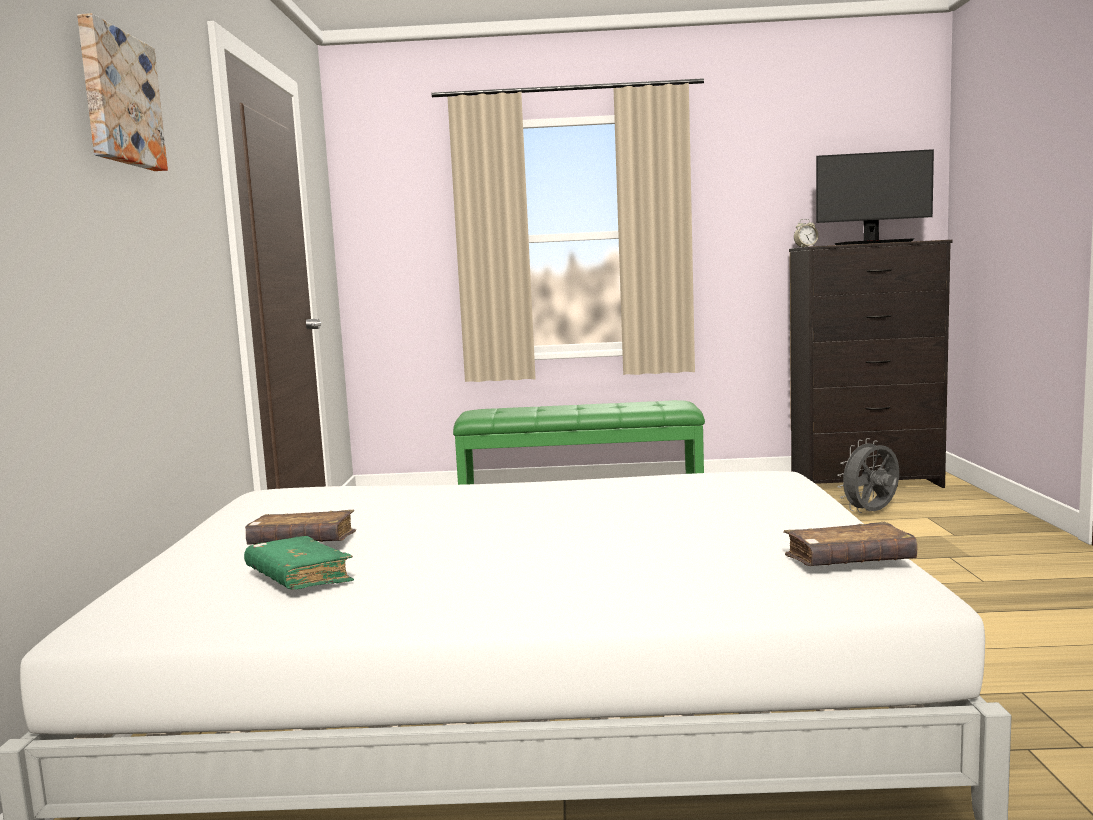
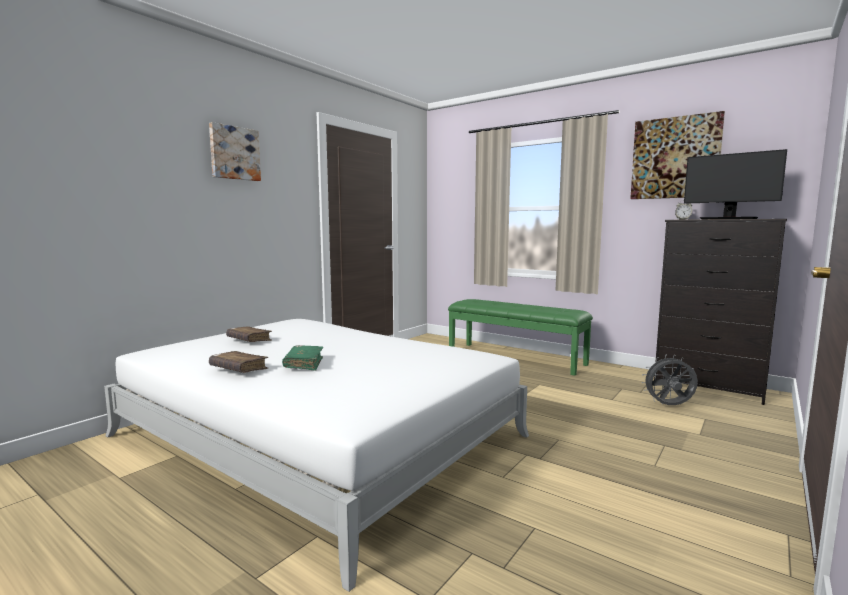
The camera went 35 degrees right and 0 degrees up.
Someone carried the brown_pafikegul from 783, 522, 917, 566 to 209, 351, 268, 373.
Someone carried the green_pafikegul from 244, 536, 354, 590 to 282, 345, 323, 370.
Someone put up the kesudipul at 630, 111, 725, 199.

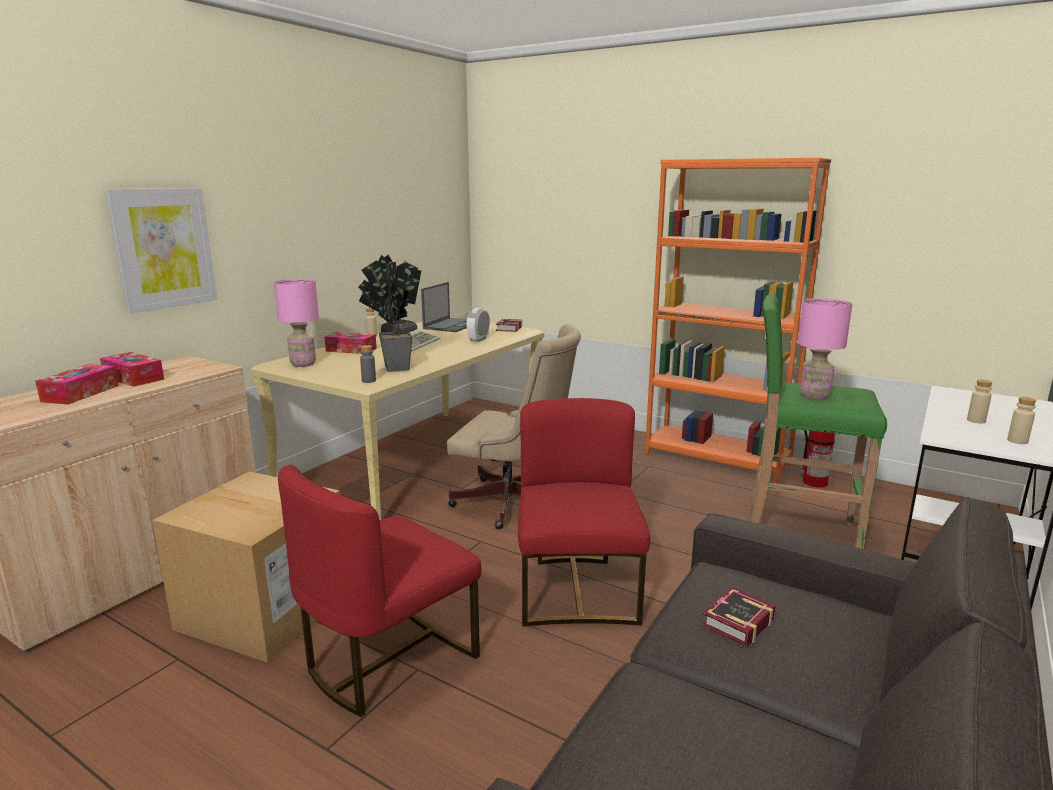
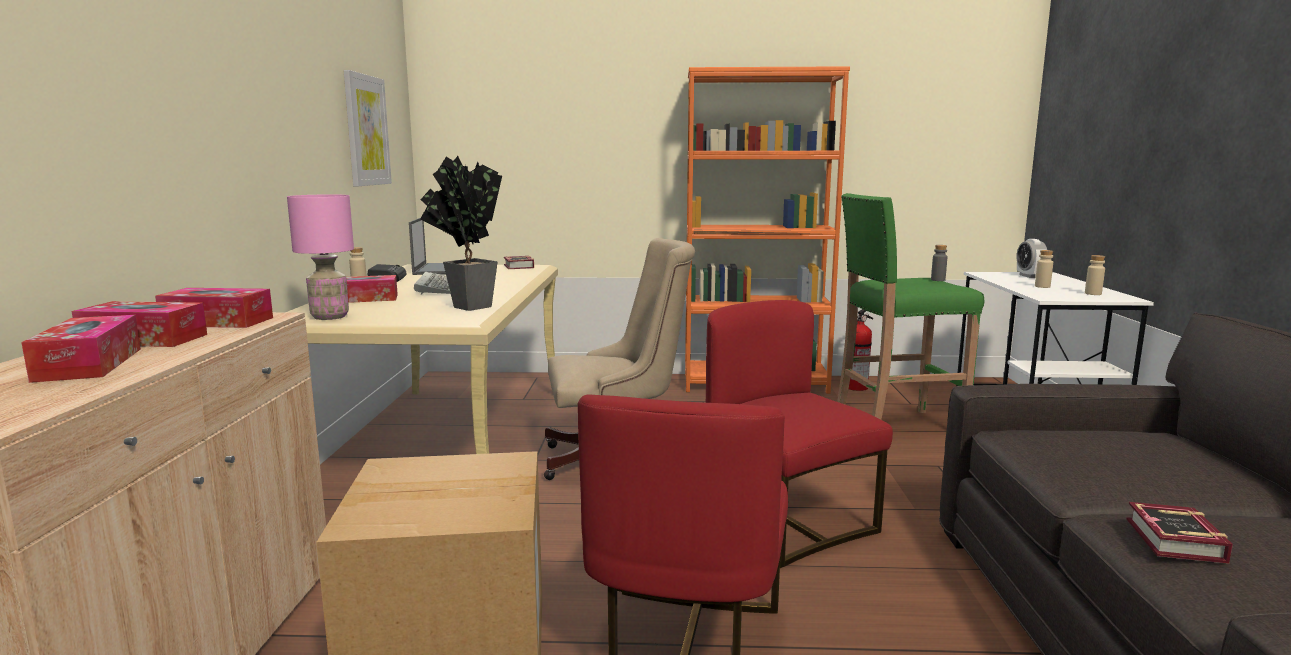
The camera went 30 degrees left and 5 degrees down.
Someone put down the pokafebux at 155, 288, 273, 328.
Someone carried the kesudipul from 105, 188, 217, 314 to 344, 70, 392, 186.
Someone carried the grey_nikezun from 360, 345, 376, 383 to 931, 245, 947, 281.
Someone carried the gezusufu from 466, 308, 490, 342 to 1016, 239, 1047, 278.
Someone carried the pafikegul from 701, 587, 776, 647 to 1127, 502, 1233, 564.
Someone took away the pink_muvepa at 798, 298, 852, 400.

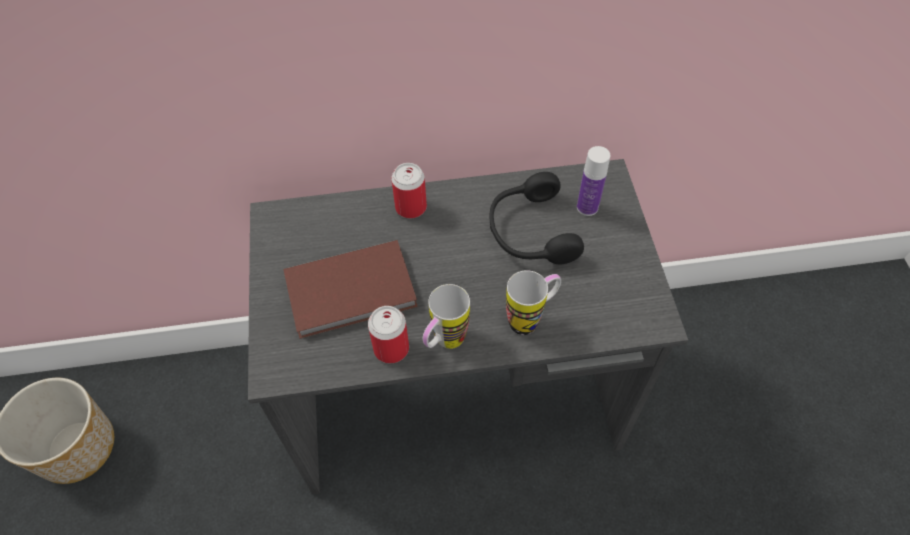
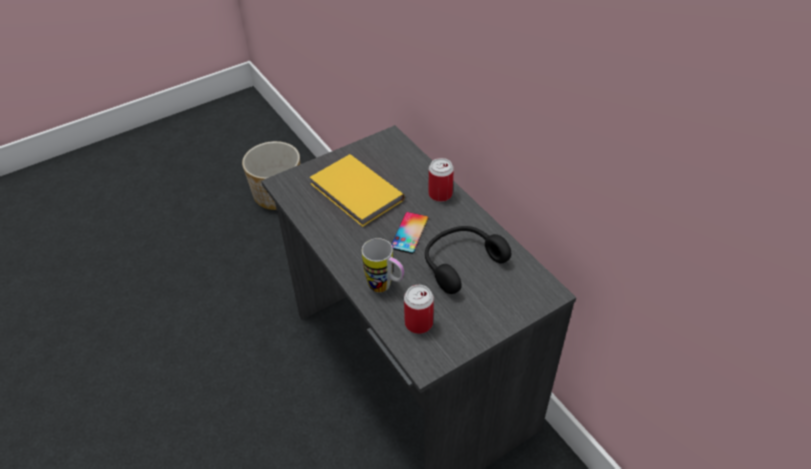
The camera went 65 degrees right and 10 degrees down.
Someone repainted the brown_pafikegul at 283, 240, 418, 339, which became the yellow_pafikegul at 310, 154, 405, 227.
Someone put down the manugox at 391, 212, 429, 254.
Someone carried the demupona from 368, 306, 409, 363 to 404, 285, 434, 334.
Someone took away the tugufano at 423, 284, 470, 349.
Someone took away the nikezun at 577, 146, 610, 216.

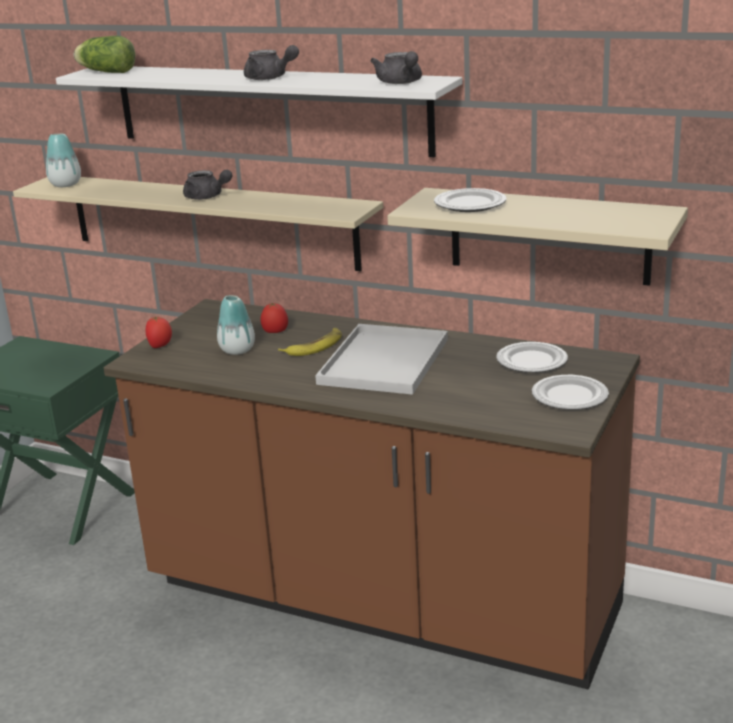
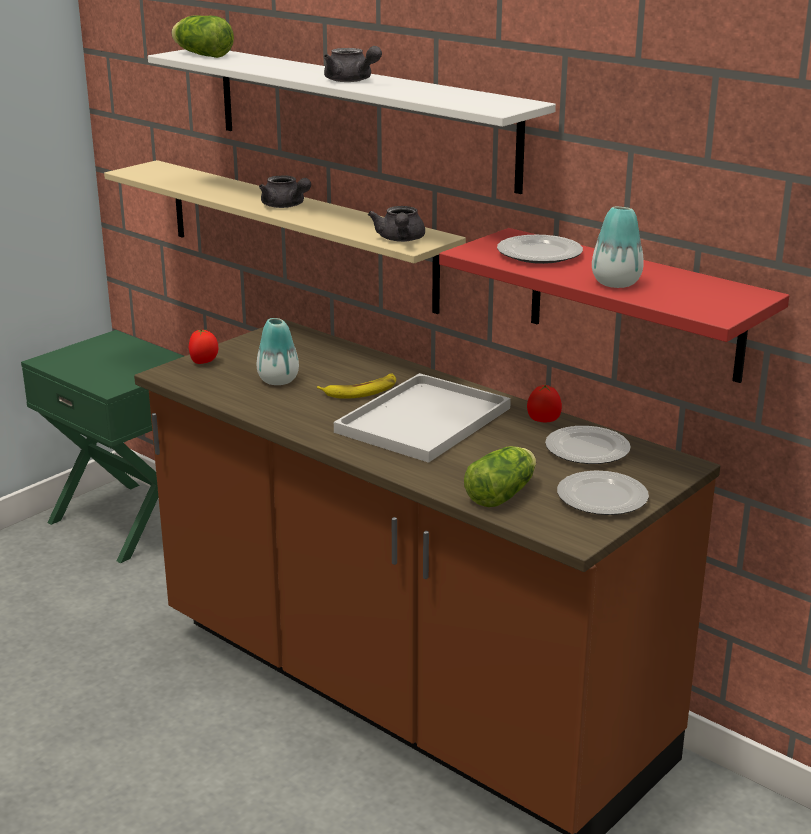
The camera went 15 degrees right and 0 degrees up.
Someone carried the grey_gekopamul from 370, 51, 422, 84 to 368, 206, 425, 242.
Someone repainted the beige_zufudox at 387, 188, 688, 286, which became the red_zufudox at 439, 228, 789, 383.
Someone put down the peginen at 464, 446, 536, 507.
Someone carried the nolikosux from 260, 303, 288, 333 to 527, 385, 562, 422.
Someone carried the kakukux from 46, 134, 81, 187 to 592, 207, 644, 288.

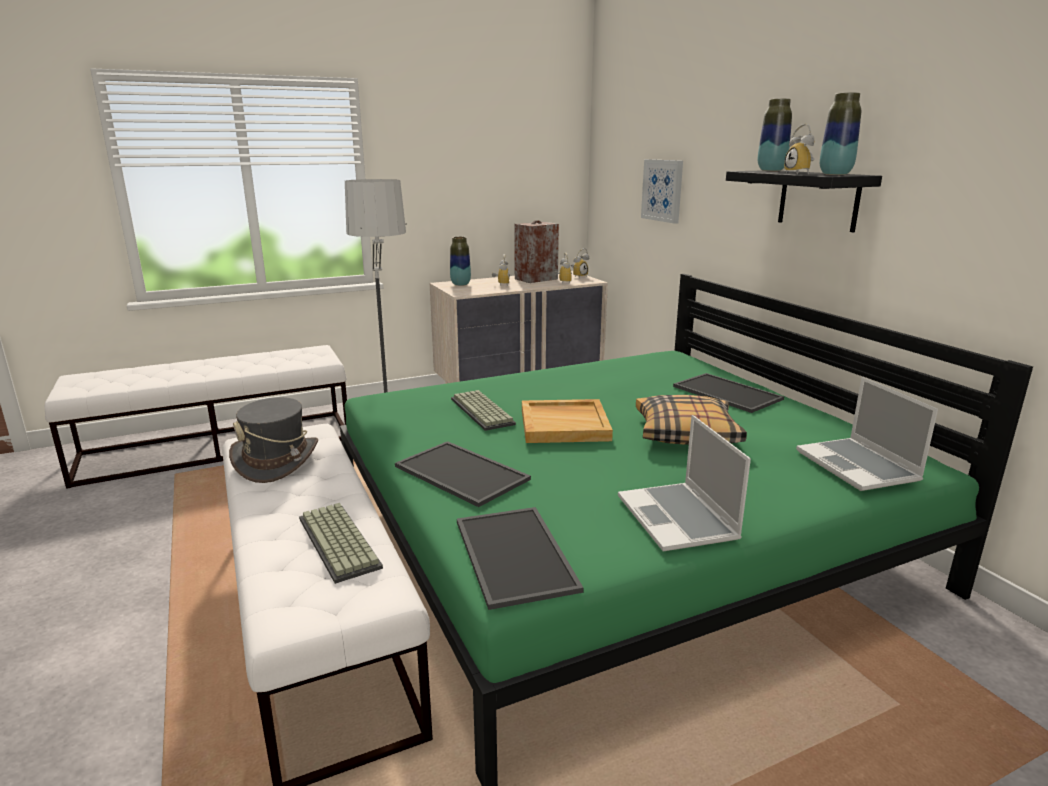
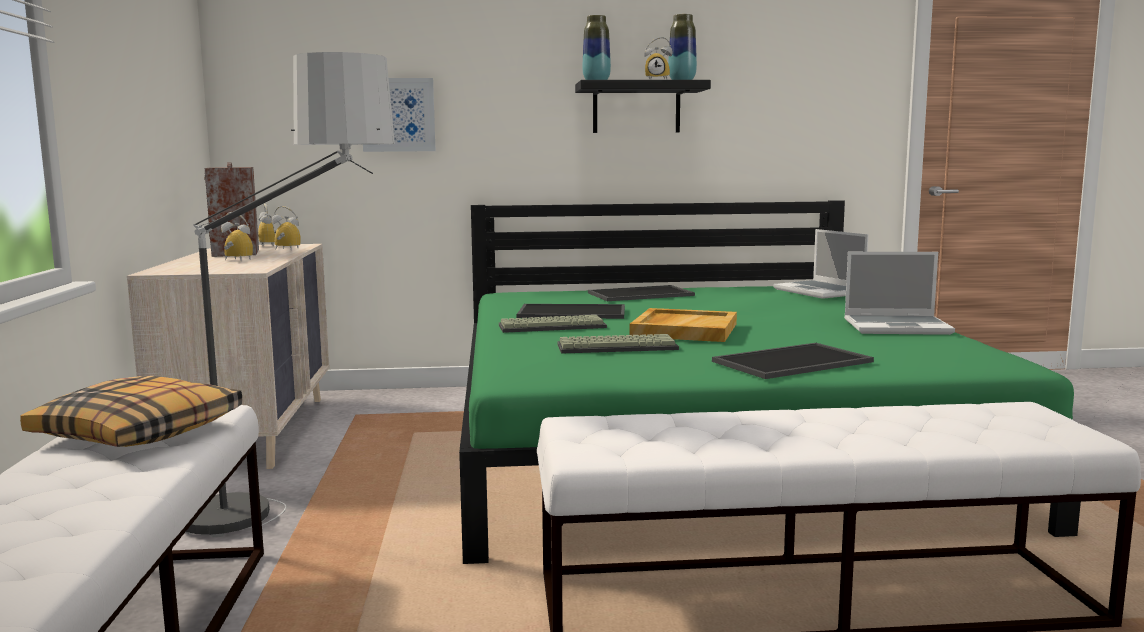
The camera went 70 degrees left and 10 degrees down.
Someone carried the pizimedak from 636, 395, 747, 445 to 20, 376, 242, 447.
Someone carried the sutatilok from 299, 503, 383, 584 to 499, 315, 607, 333.
Someone carried the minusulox from 457, 507, 584, 610 to 517, 304, 625, 319.
Someone rotated the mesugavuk at 796, 377, 938, 491 by 60 degrees clockwise.
Someone took away the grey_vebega at 229, 397, 318, 483.
Someone took away the kakukux at 450, 237, 471, 286.

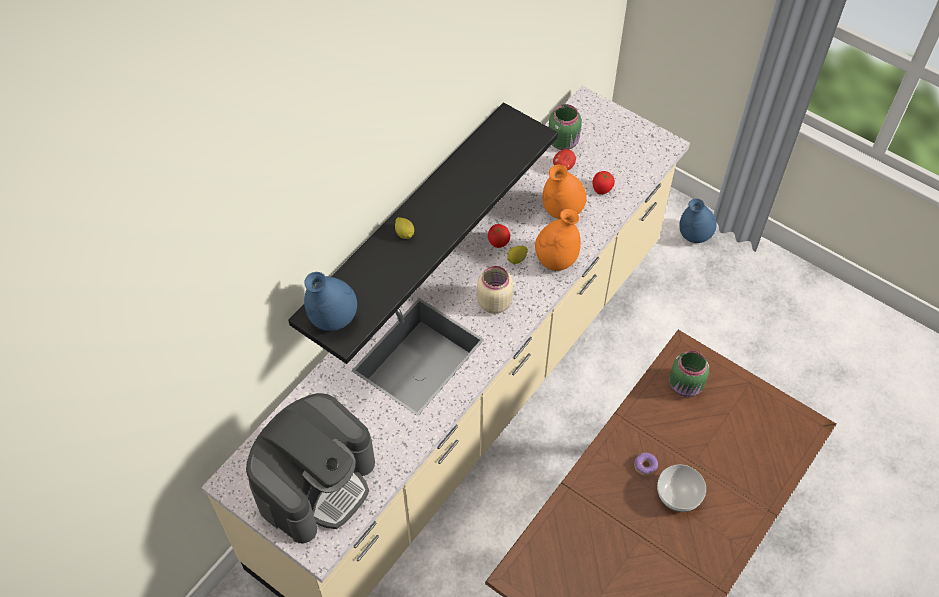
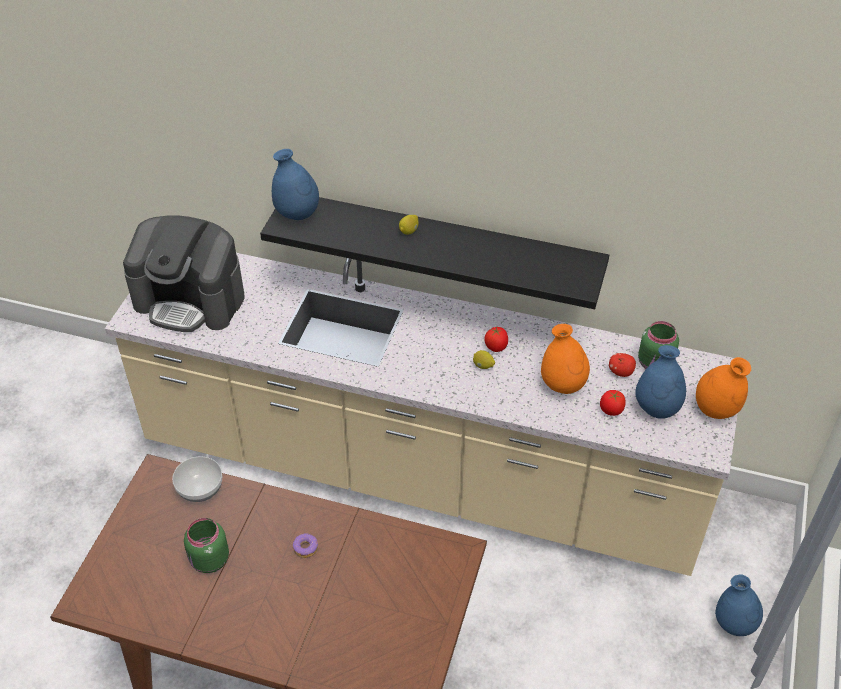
The camera went 70 degrees right and 10 degrees down.
Someone carried the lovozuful from 657, 464, 706, 512 to 172, 456, 222, 502.
Someone carried the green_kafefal from 669, 350, 709, 397 to 184, 518, 229, 573.
Someone put down the blue_kakukux at 635, 345, 686, 419.
Someone carried the orange_kakukux from 535, 209, 581, 271 to 696, 357, 751, 419.
Someone took away the beige_kafefal at 477, 266, 513, 314.

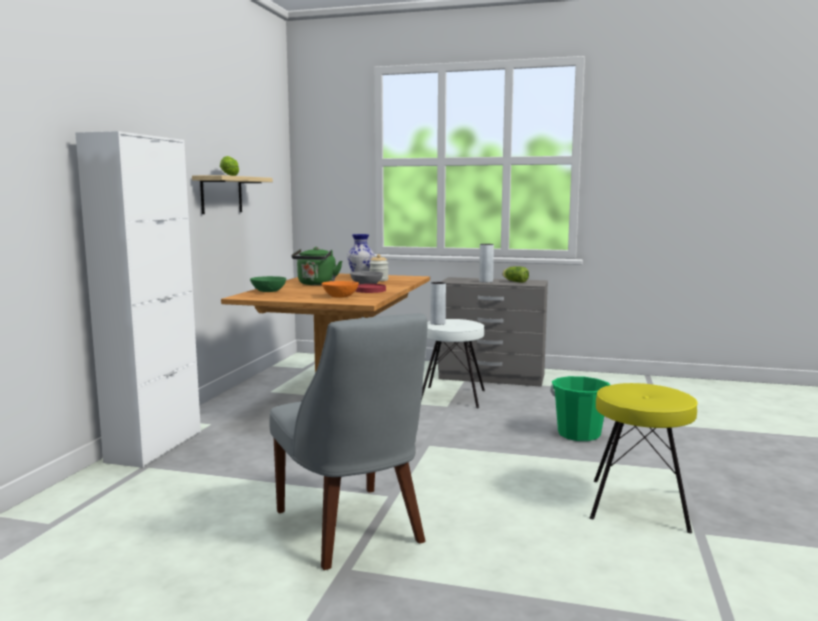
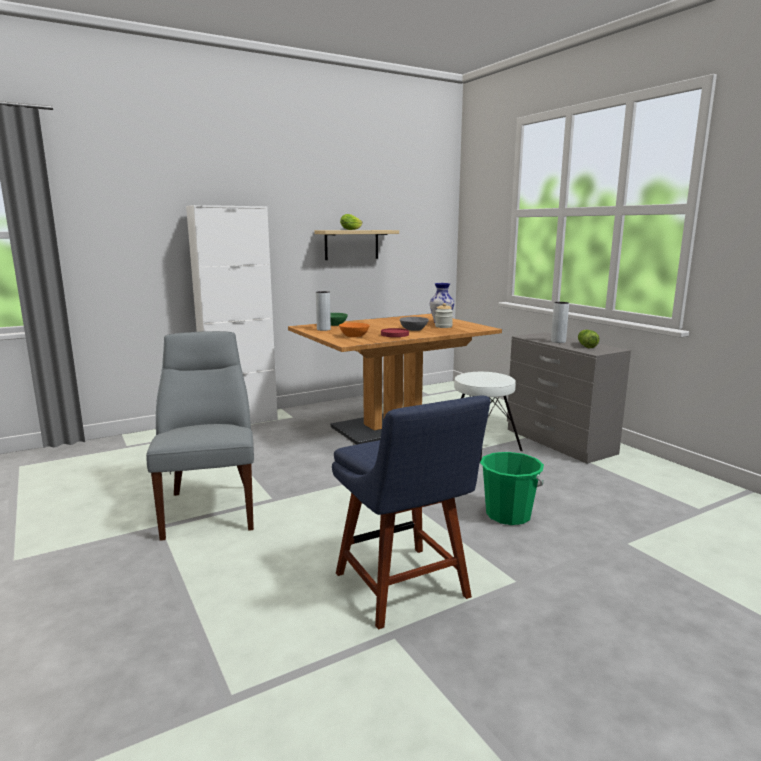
The camera went 45 degrees right and 5 degrees up.
Someone rotated the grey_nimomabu at 270, 313, 427, 570 by 150 degrees clockwise.
Someone carried the grey_kakukux from 430, 282, 446, 325 to 316, 291, 331, 331.
Someone swapped the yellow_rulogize at 590, 383, 697, 533 for the blue_nimomabu at 332, 396, 490, 630.
Someone took away the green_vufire at 291, 247, 342, 285.

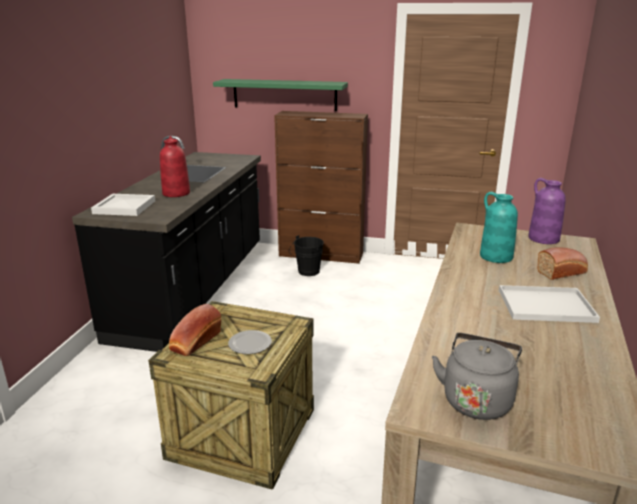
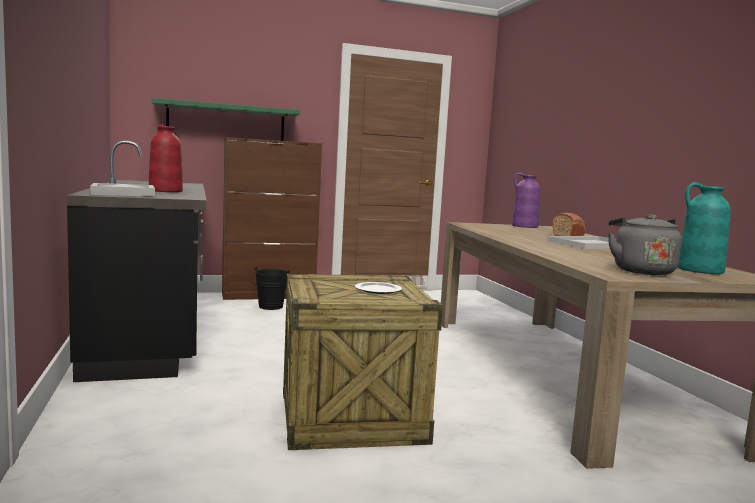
The camera went 30 degrees left and 15 degrees down.
Someone carried the turquoise_kakukux from 480, 192, 518, 263 to 678, 182, 731, 274.
Someone took away the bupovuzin at 169, 304, 221, 356.

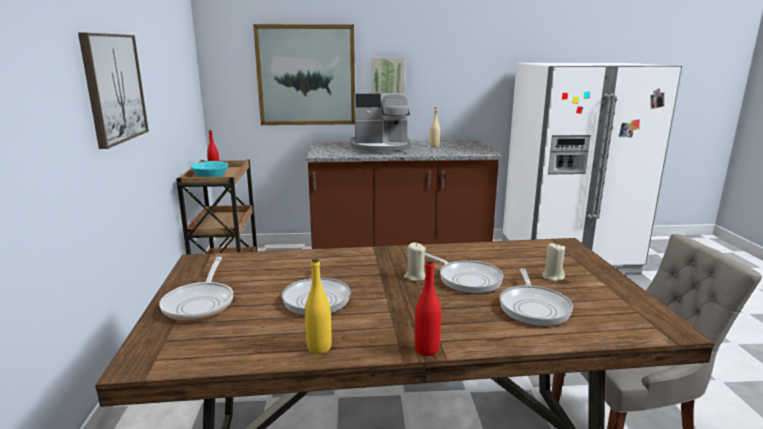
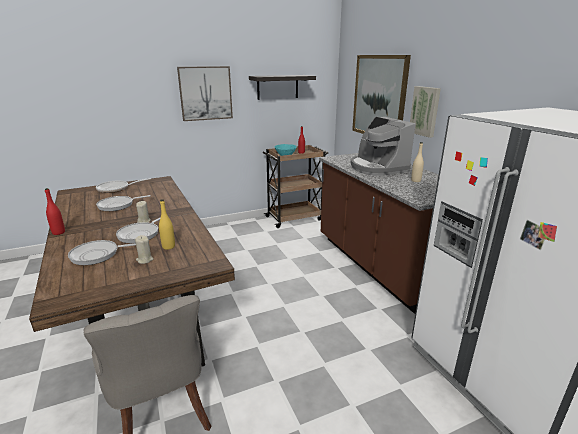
The camera went 70 degrees right and 5 degrees up.
Someone carried the yellow_nikezun from 305, 258, 331, 354 to 159, 199, 175, 250.
Someone put up the zufudox at 249, 75, 316, 100.

